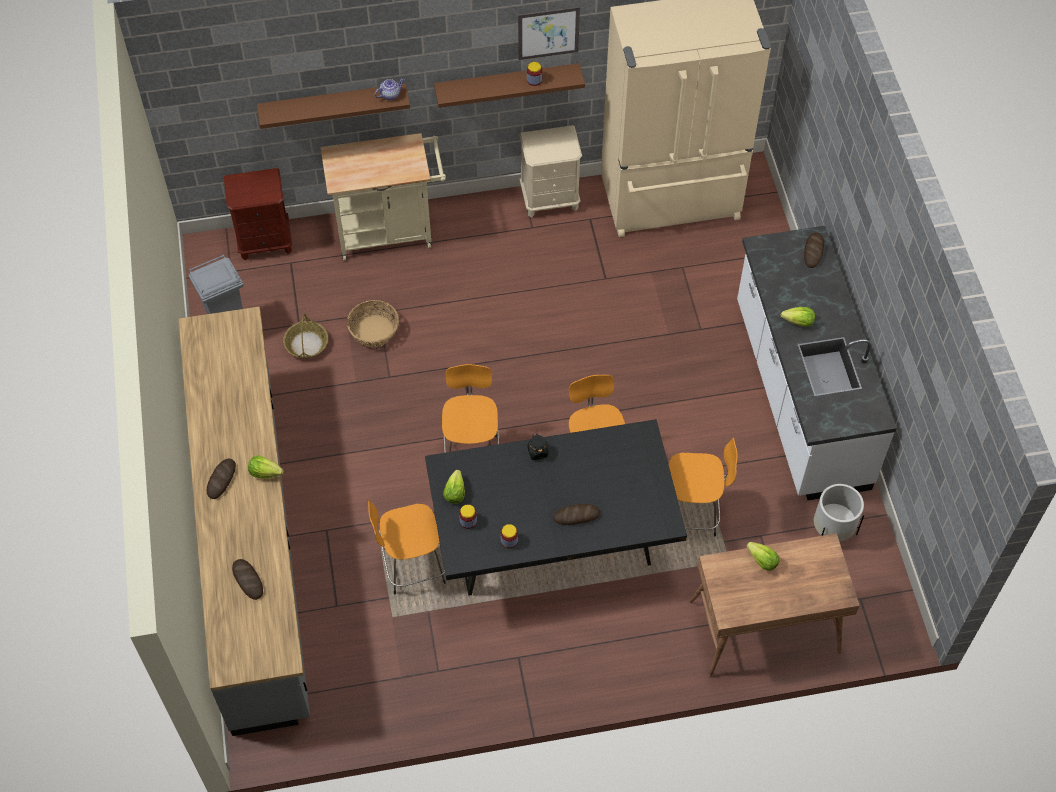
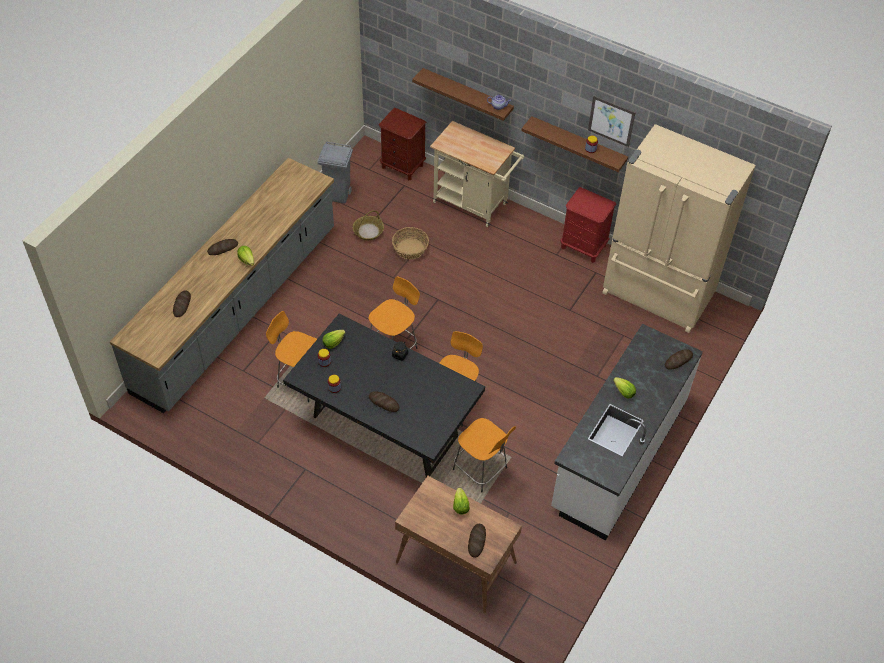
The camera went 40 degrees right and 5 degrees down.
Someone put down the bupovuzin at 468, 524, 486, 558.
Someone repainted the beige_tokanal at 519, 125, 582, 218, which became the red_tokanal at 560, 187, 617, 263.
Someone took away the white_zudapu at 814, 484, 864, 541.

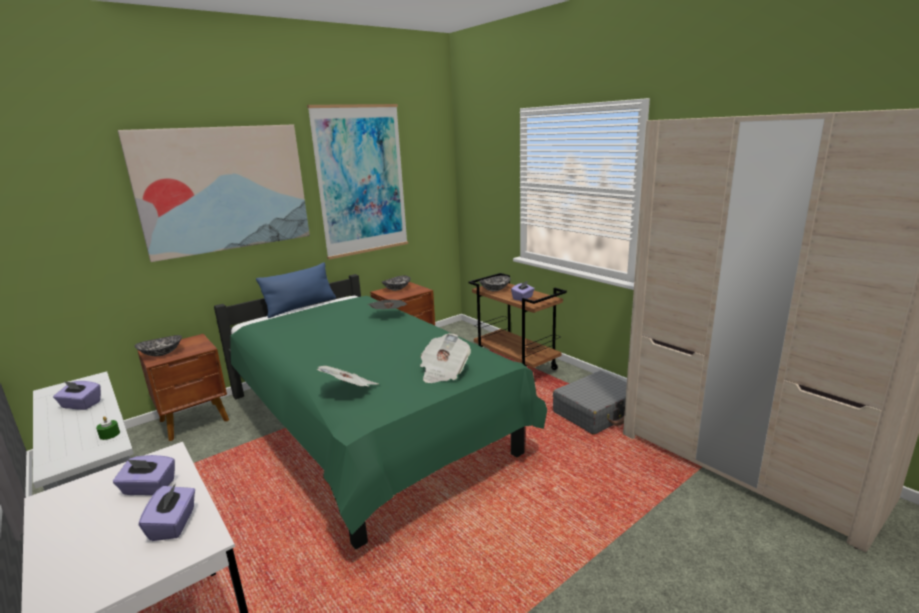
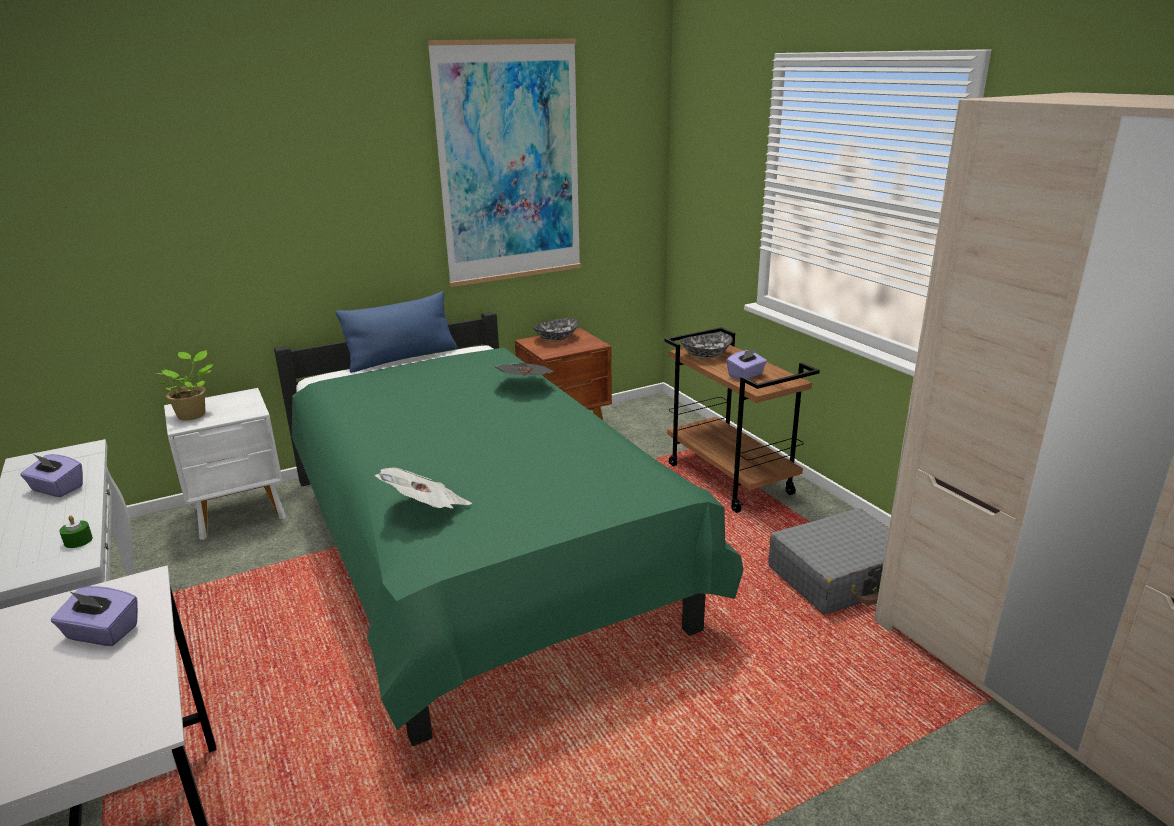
The camera went 10 degrees right and 5 degrees up.
Someone swapped the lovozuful at 135, 335, 182, 356 for the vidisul at 155, 350, 214, 420.
Someone repainted the brown_tokanal at 137, 334, 229, 441, which became the white_tokanal at 164, 388, 286, 540.
Someone took away the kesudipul at 118, 124, 310, 262.
Someone took away the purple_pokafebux at 139, 483, 195, 541.
Someone took away the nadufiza at 420, 333, 471, 383.

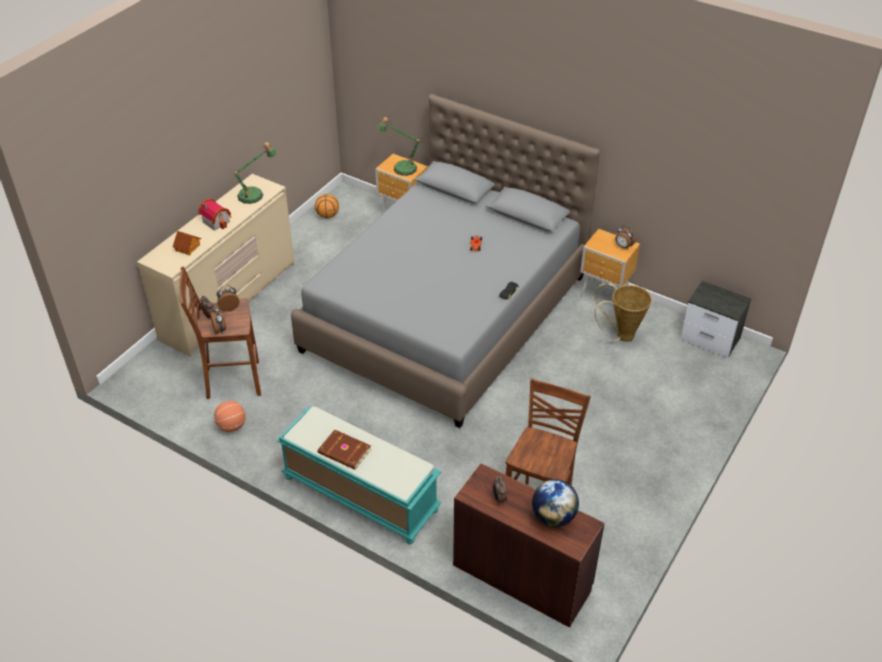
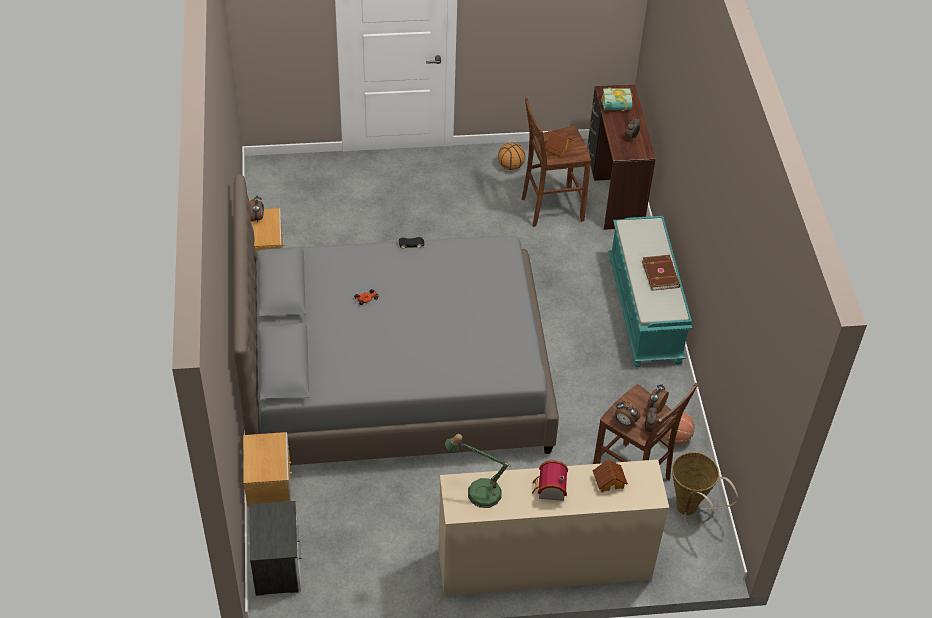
The camera went 130 degrees left and 5 degrees up.
Someone carried the tokanal from 680, 281, 751, 358 to 250, 501, 302, 596.
Someone carried the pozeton from 315, 194, 339, 218 to 498, 143, 525, 170.
Someone put down the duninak at 545, 131, 572, 157.
Someone swapped the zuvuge at 532, 479, 579, 527 for the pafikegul at 601, 87, 632, 111.
Someone carried the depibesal from 593, 283, 652, 342 to 672, 452, 738, 525.
Someone took away the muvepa at 377, 117, 420, 176.

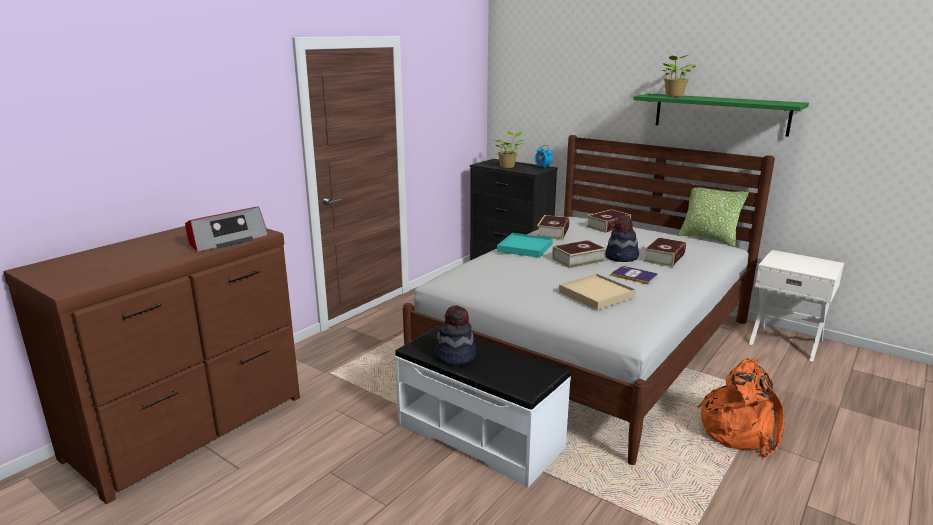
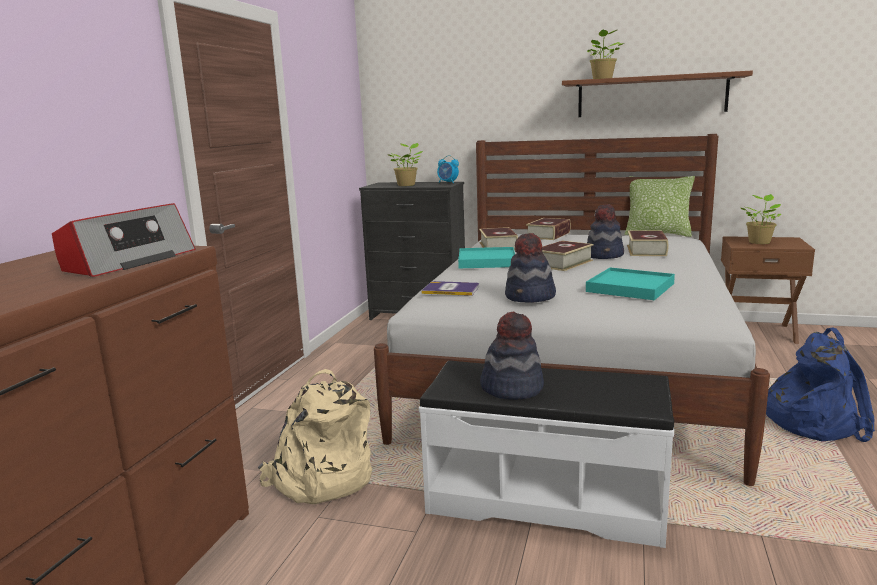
The camera went 20 degrees left and 5 degrees down.
Someone put down the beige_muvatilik at 258, 369, 372, 504.
Someone carried the pafikegul from 611, 266, 658, 285 to 421, 281, 479, 296.
Someone put down the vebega at 505, 233, 556, 303.
Someone repainted the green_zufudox at 633, 93, 809, 137, which became the brown_zufudox at 562, 70, 753, 117.
Someone repainted the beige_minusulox at 559, 273, 636, 310, which became the turquoise_minusulox at 586, 267, 675, 300.
Someone repainted the white_tokanal at 749, 250, 844, 361, which became the brown_tokanal at 721, 236, 815, 344.
Someone put down the vidisul at 741, 194, 781, 244.
Someone repainted the orange_muvatilik at 698, 358, 785, 457, which became the blue_muvatilik at 766, 327, 875, 442.

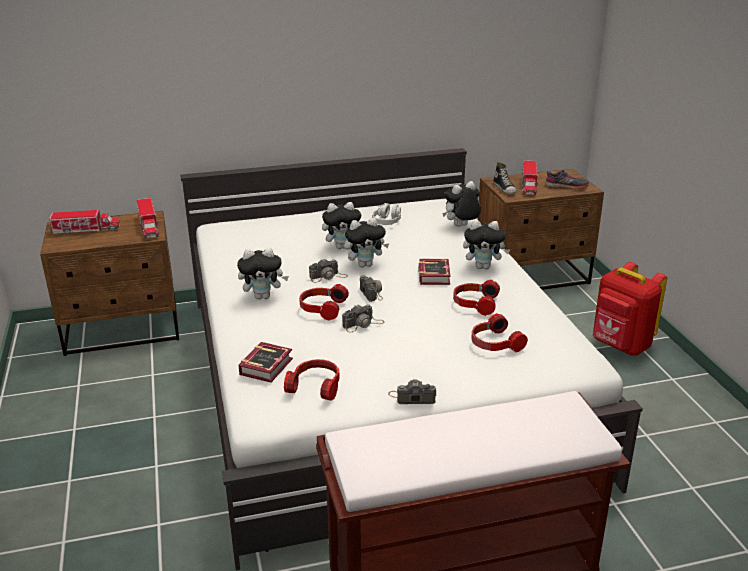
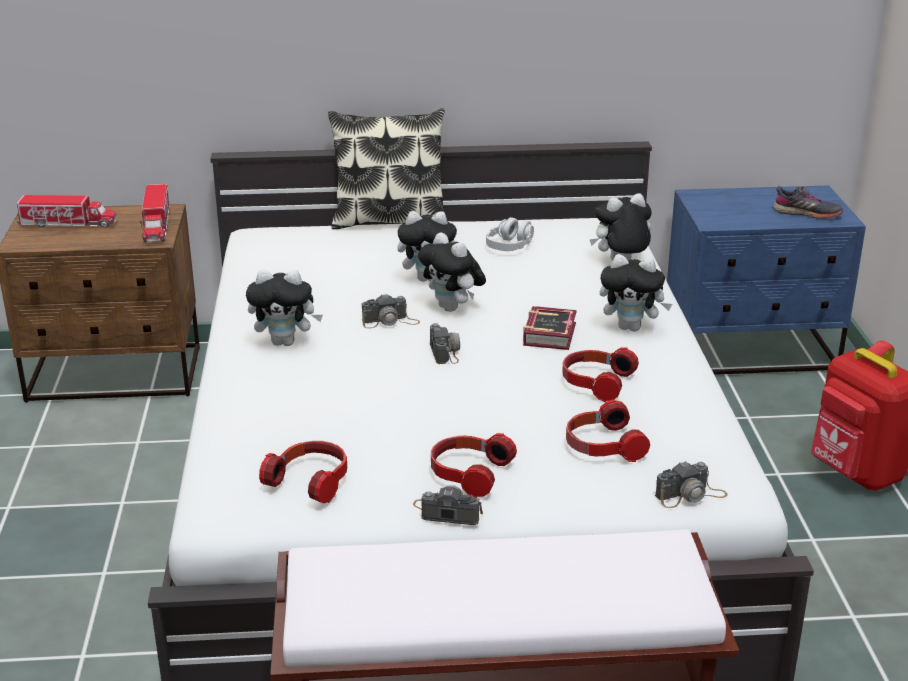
The camera went 10 degrees right and 0 degrees up.
Someone put down the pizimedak at 328, 108, 448, 229.
Someone rotated the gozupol at 344, 218, 389, 267 by 60 degrees clockwise.
Someone carried the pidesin from 299, 284, 349, 321 to 431, 433, 517, 498.
Someone carried the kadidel from 342, 304, 385, 332 to 655, 461, 728, 508.
Someone repainted the brown_tokanal at 478, 169, 604, 290, which became the blue_tokanal at 667, 185, 866, 375.
Someone took away the pafikegul at 239, 342, 293, 383.
Someone took away the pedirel at 493, 162, 517, 194.
Someone took away the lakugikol at 522, 160, 538, 195.

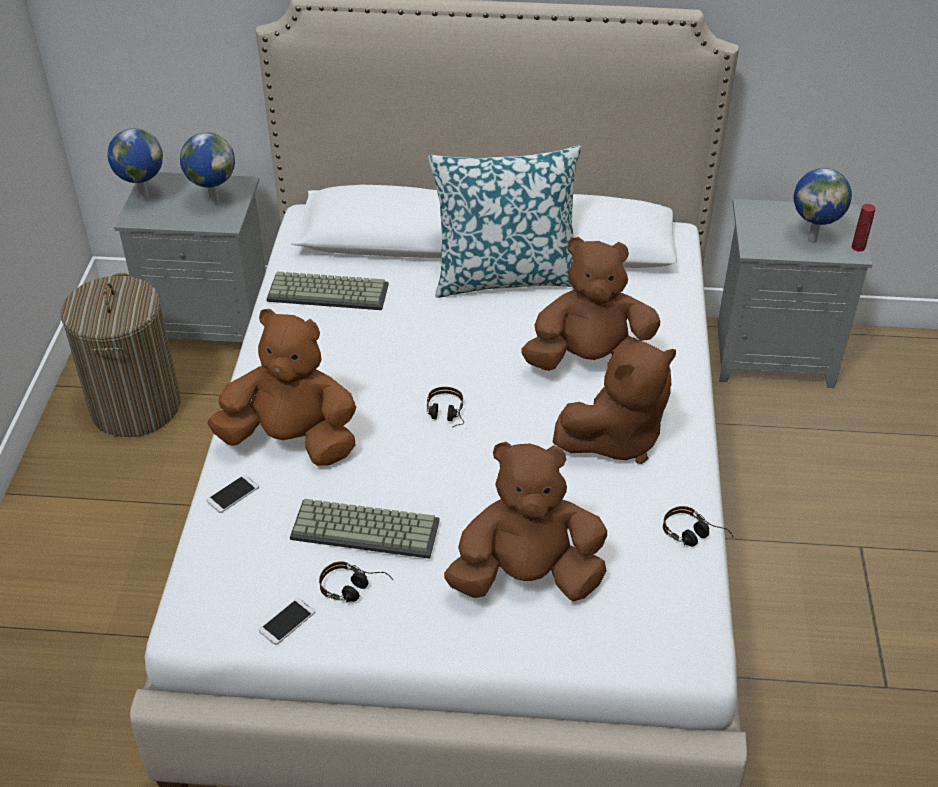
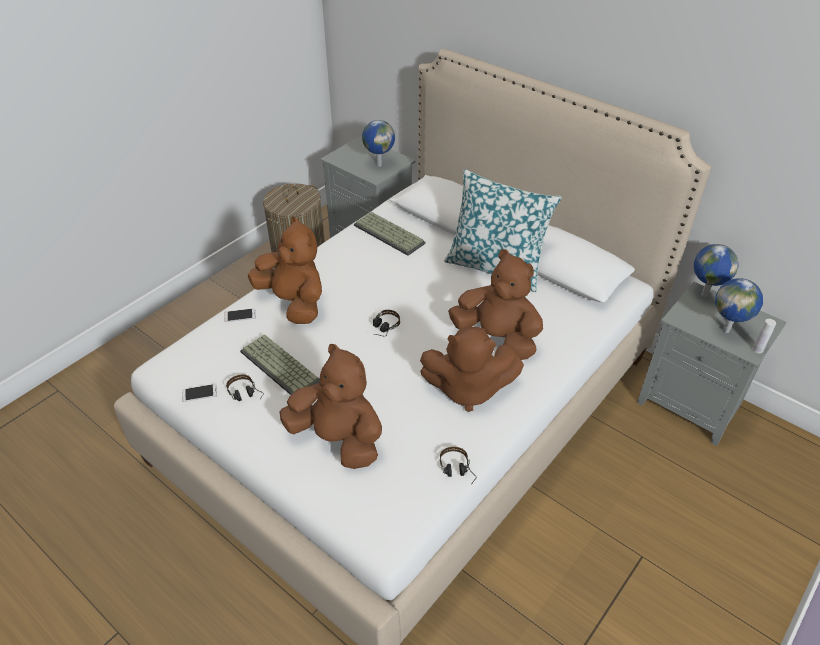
The camera went 35 degrees right and 0 degrees up.
Someone carried the zuvuge from 107, 128, 163, 202 to 694, 244, 739, 297.
Someone repainted the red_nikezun at 852, 204, 876, 252, which became the white_nikezun at 752, 319, 776, 354.

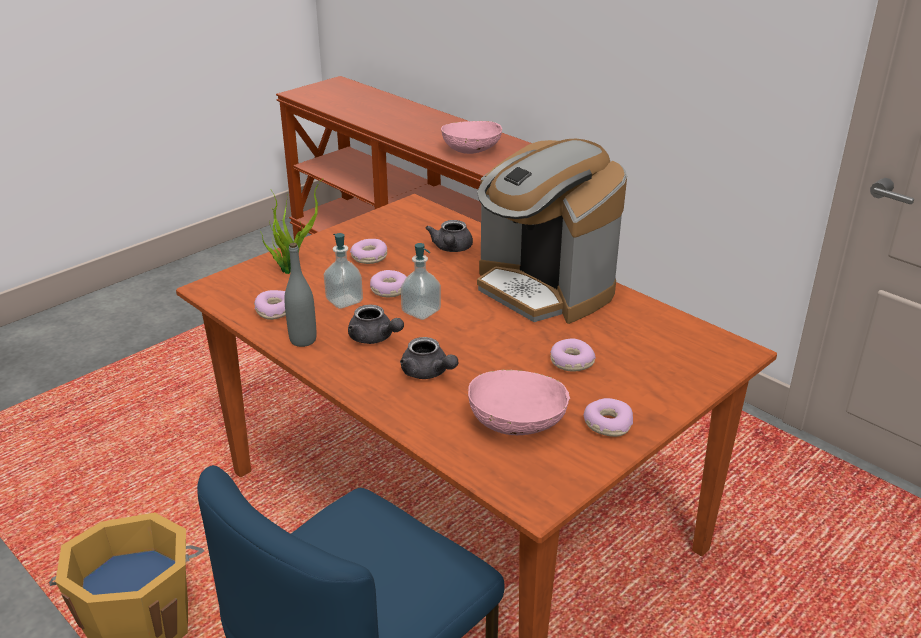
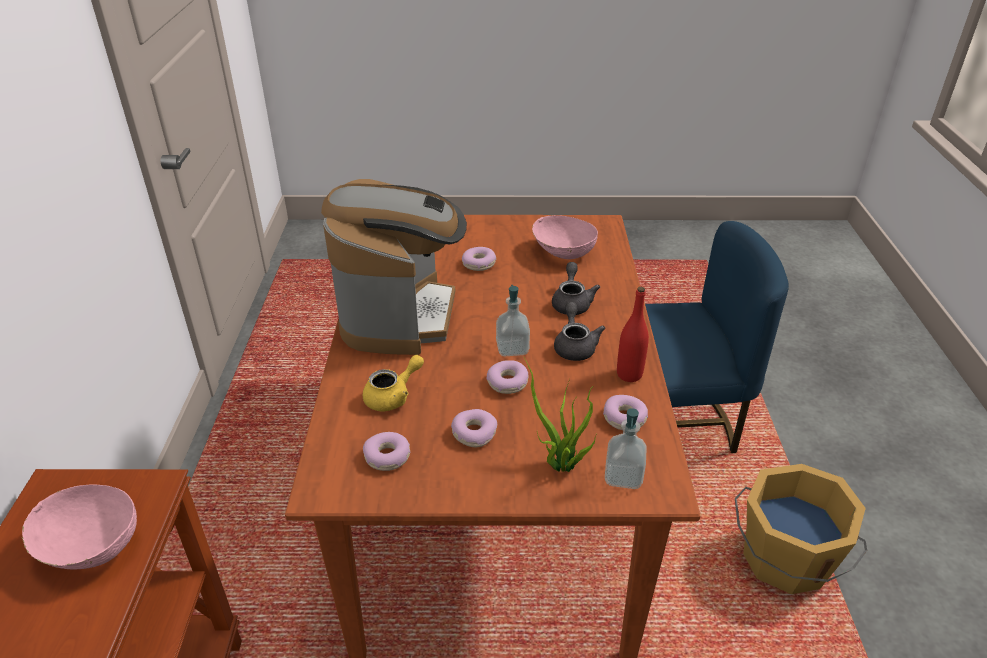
The camera went 135 degrees left and 5 degrees up.
Someone repainted the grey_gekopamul at 426, 220, 473, 252, which became the yellow_gekopamul at 363, 355, 424, 411.
Someone carried the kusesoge from 583, 398, 633, 437 to 363, 432, 410, 471.
Someone carried the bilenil from 324, 233, 363, 309 to 605, 408, 647, 489.
Someone repainted the grey_nikezun at 284, 243, 317, 347, which became the red_nikezun at 617, 287, 649, 382.

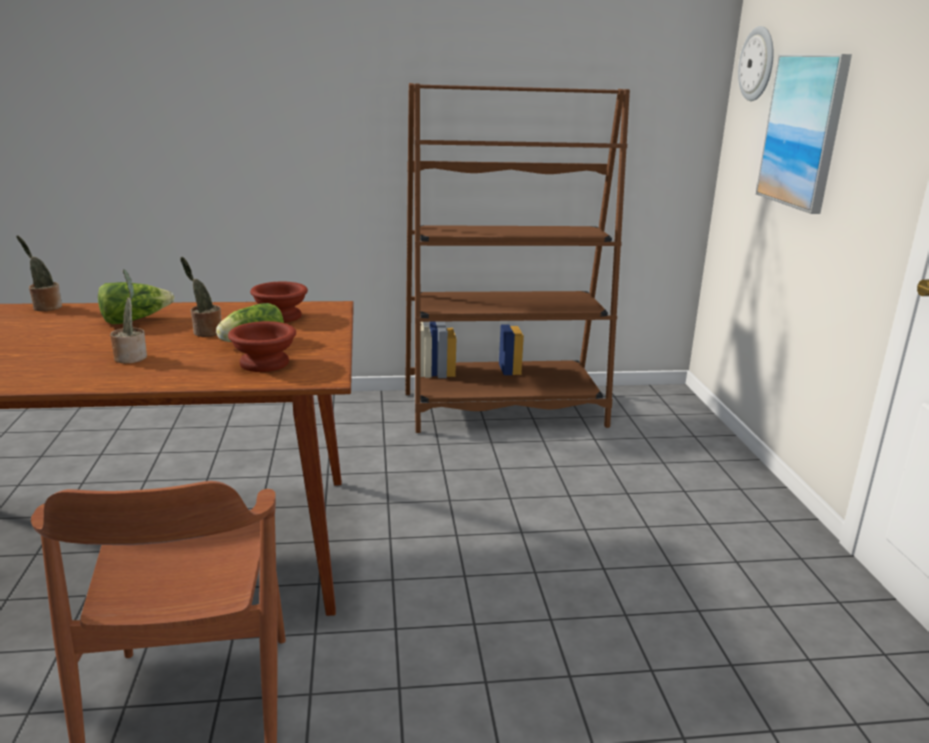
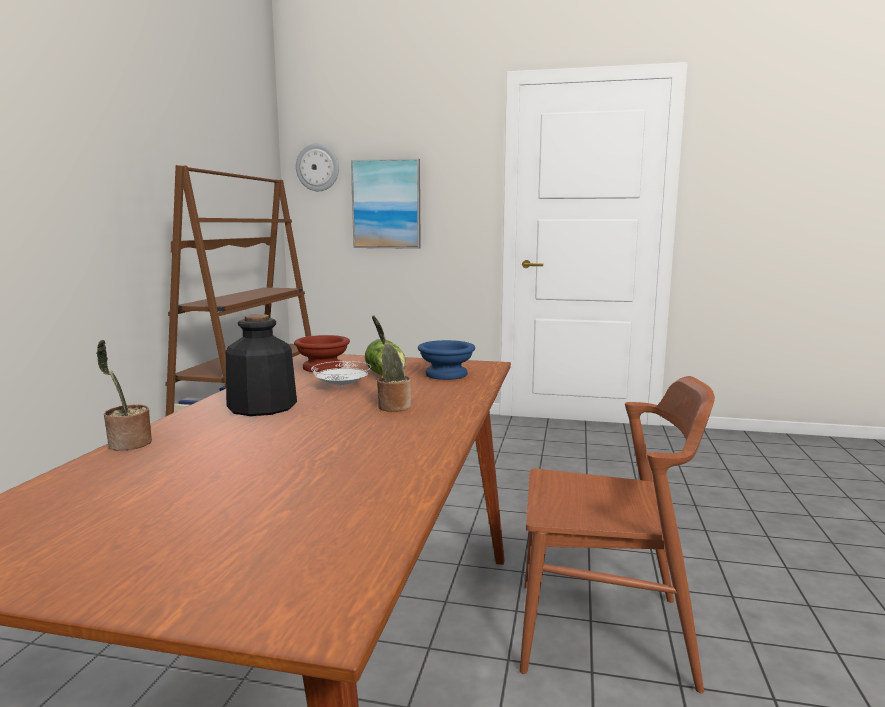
The camera went 70 degrees left and 10 degrees down.
Someone swapped the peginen at 98, 282, 175, 324 for the nikezun at 226, 314, 297, 416.
Someone swapped the vidisul at 180, 257, 222, 337 for the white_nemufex at 311, 361, 371, 387.
Someone repainted the brown_lovozuful at 228, 321, 296, 372, which became the blue_lovozuful at 418, 340, 475, 380.

